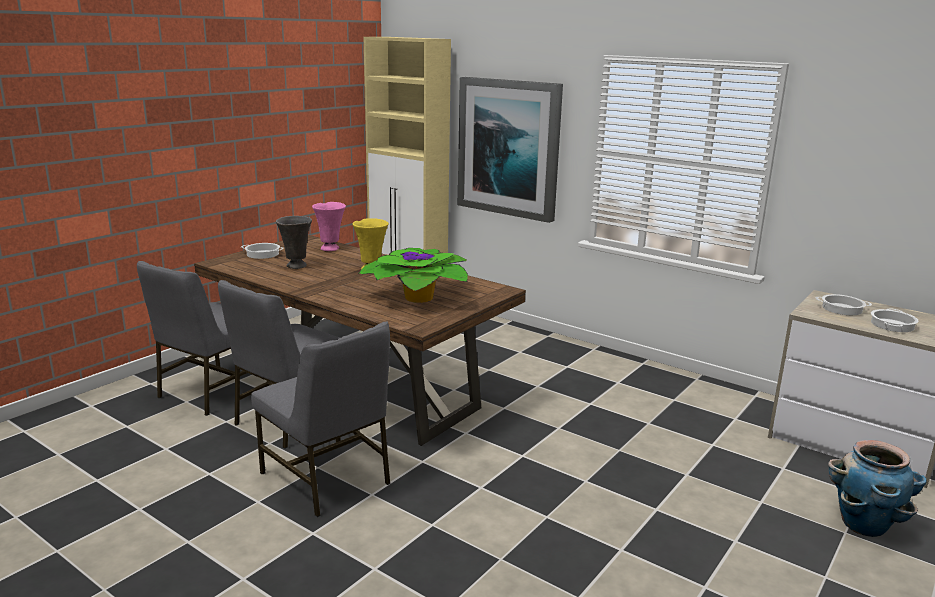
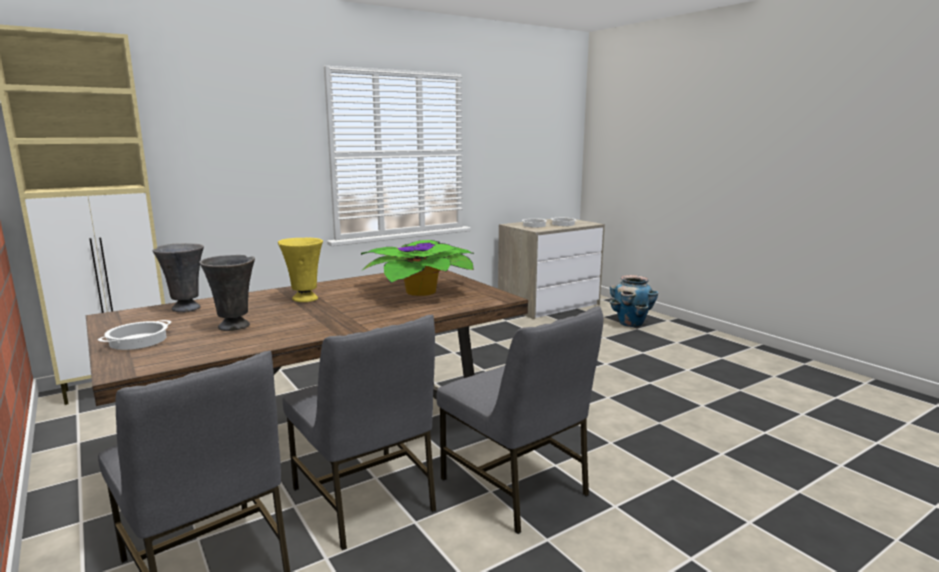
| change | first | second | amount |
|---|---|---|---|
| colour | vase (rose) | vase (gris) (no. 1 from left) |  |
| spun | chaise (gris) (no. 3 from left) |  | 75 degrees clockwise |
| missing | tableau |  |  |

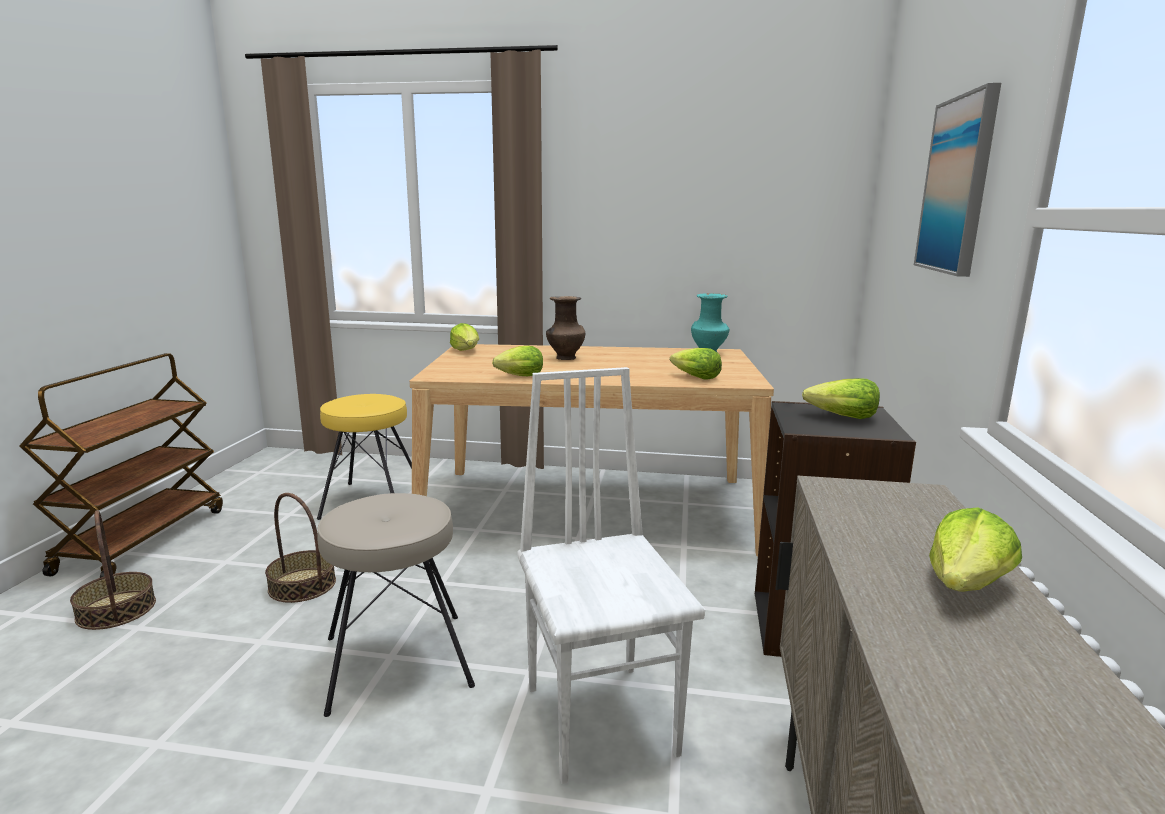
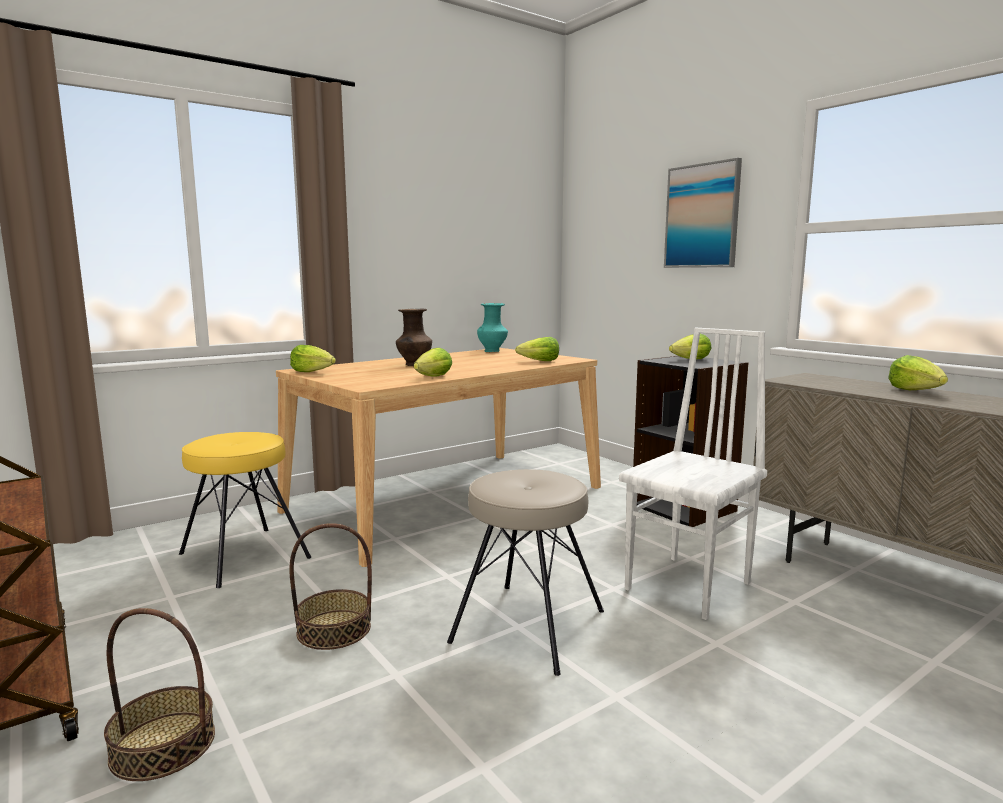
| change | first | second | amount |
|---|---|---|---|
| spun | chaise (blanc) |  | 105 degrees clockwise |

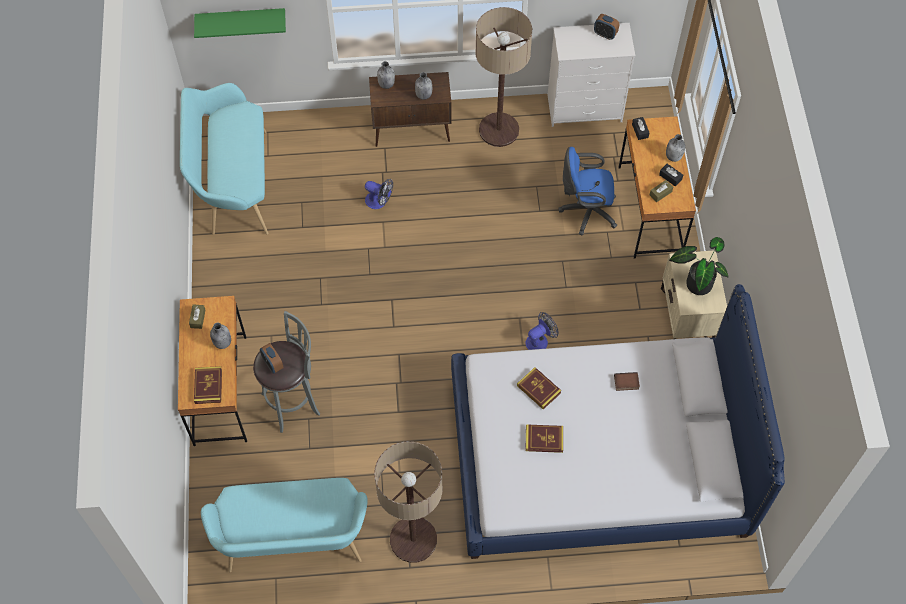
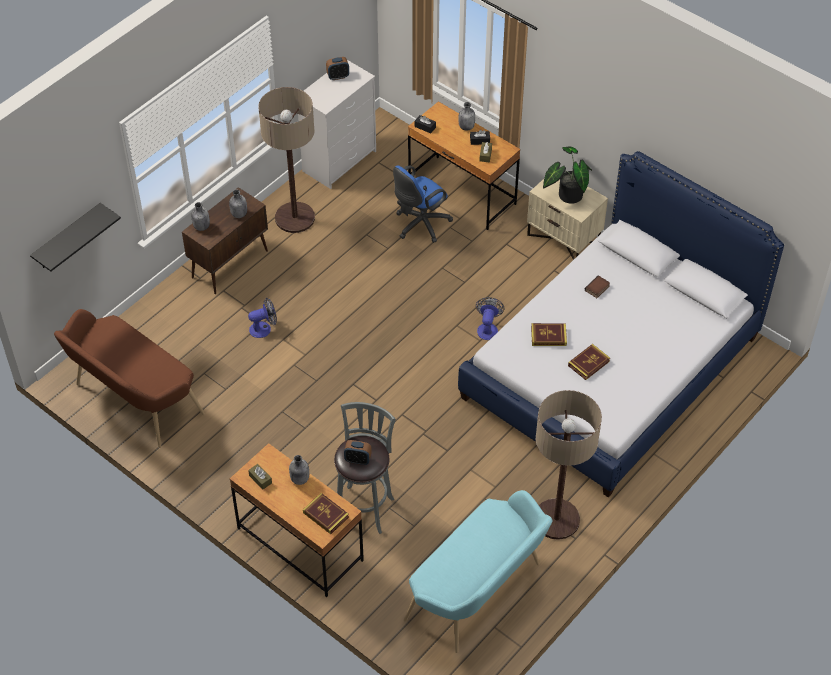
| change | first | second | amount |
|---|---|---|---|
| colour | étagère (vert) | étagère (noir) |  |
| colour | banc (turquoise) (no. 1 from left) | banc (marron) |  |

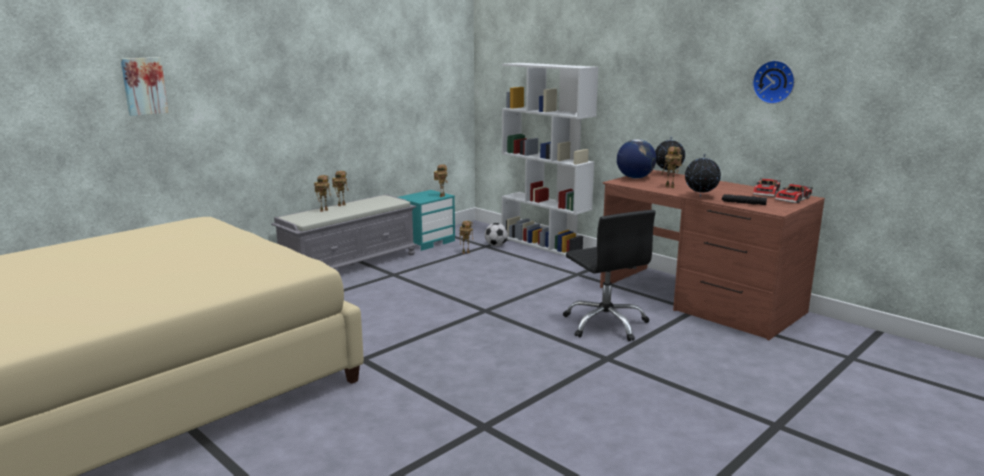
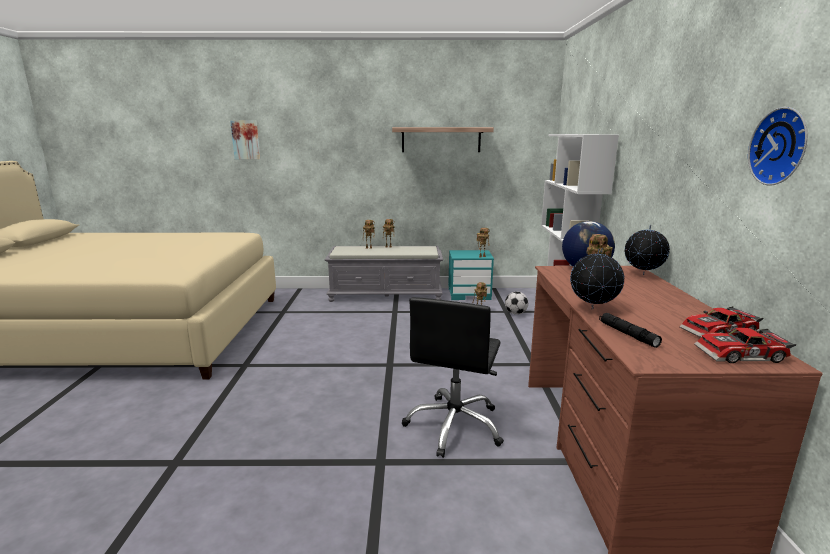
| change | first | second | amount |
|---|---|---|---|
| appeared |  | étagère |  |

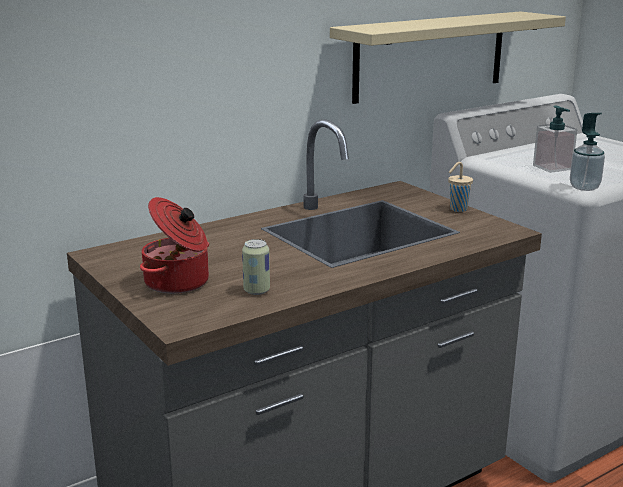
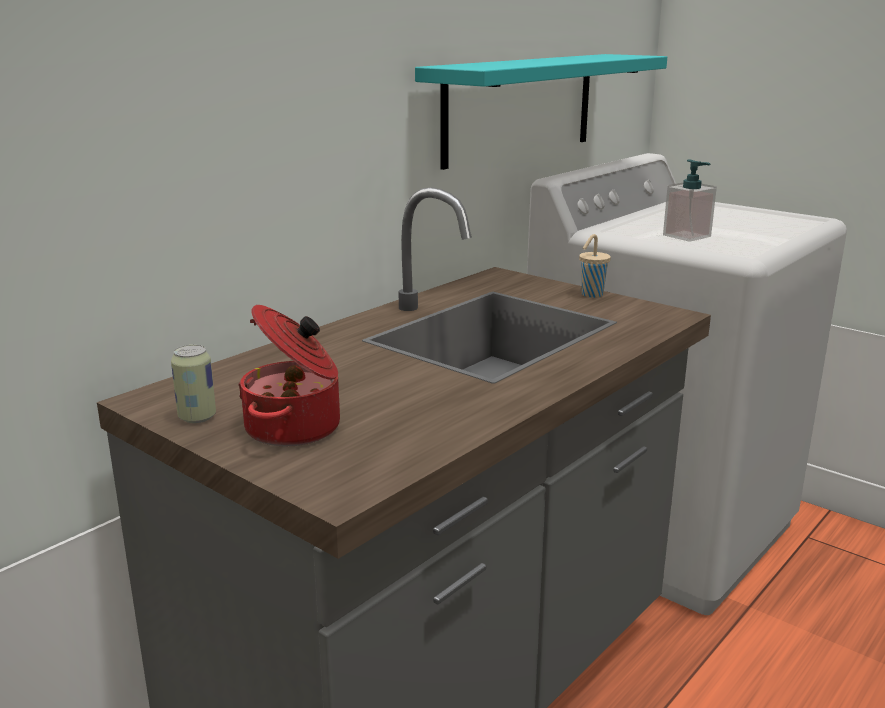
| change | first | second | amount |
|---|---|---|---|
| relocated | boîte métallique |  |  |
| colour | étagère (beige) | étagère (turquoise) |  |
| missing | distributeur de savon (no. 2 from left) |  |  |

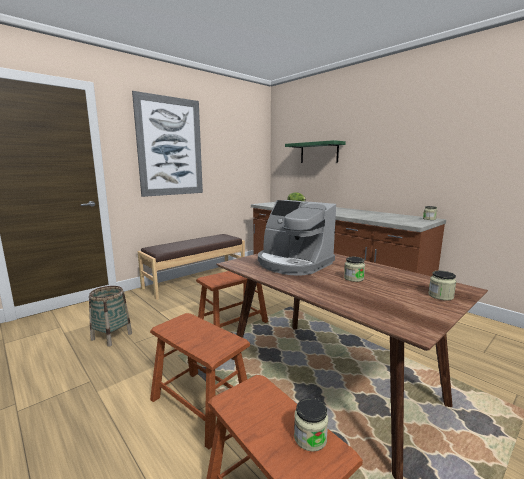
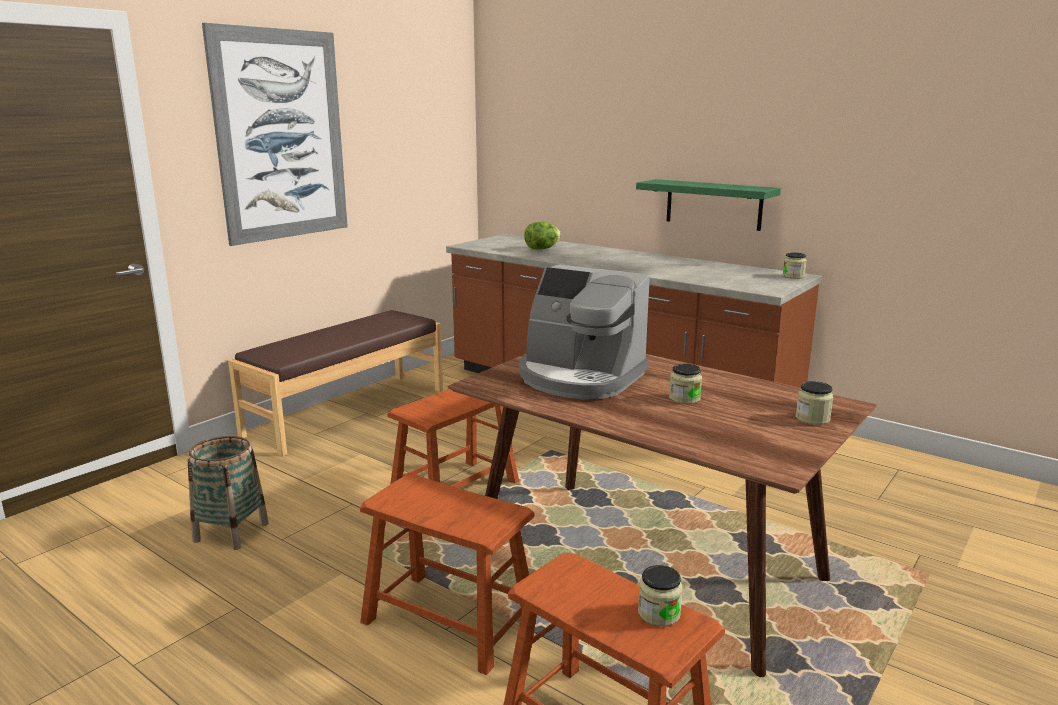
| change | first | second | amount |
|---|---|---|---|
| relocated | étagère (vert) |  |  |

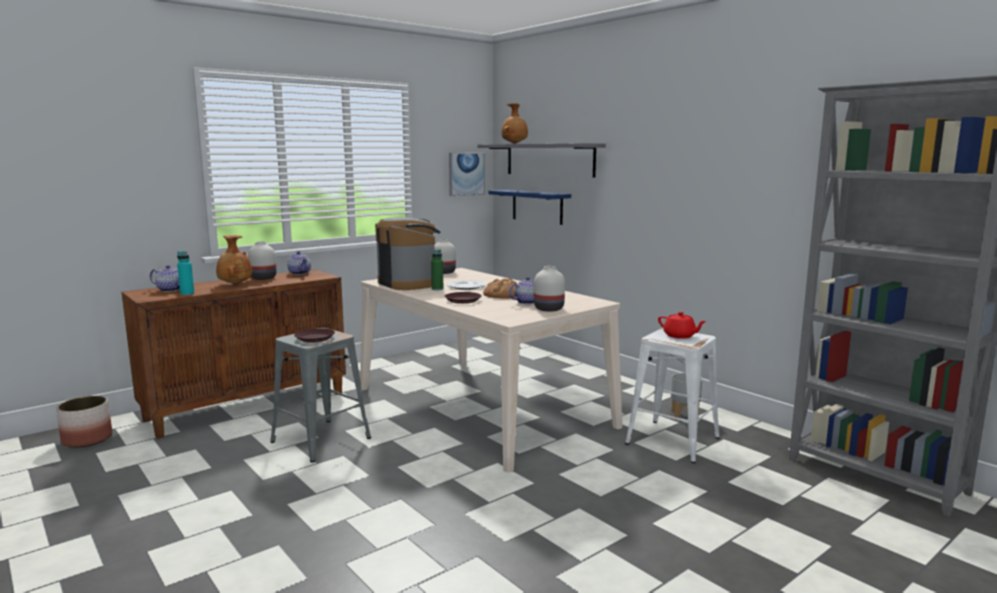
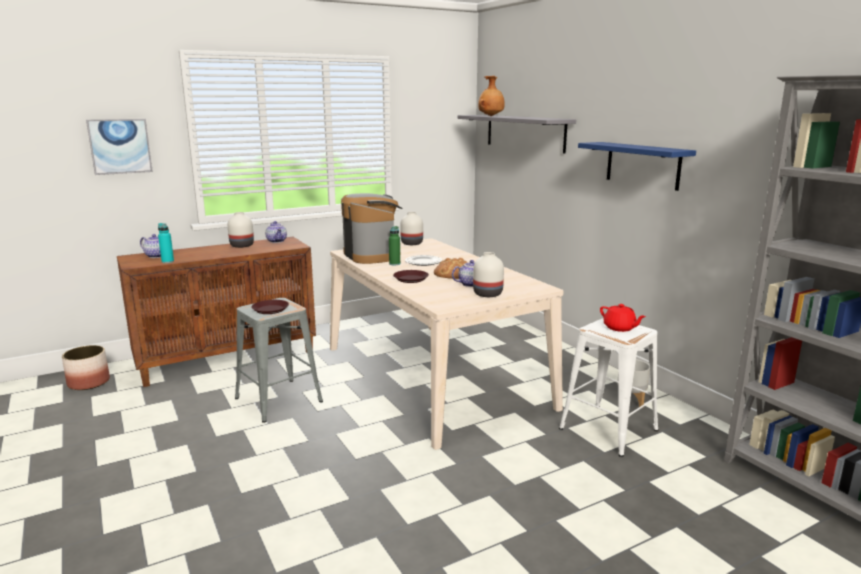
| change | first | second | amount |
|---|---|---|---|
| relocated | tableau |  |  |
| relocated | étagère (bleu) |  |  |
| missing | vase (marron) (no. 1 from left) |  |  |

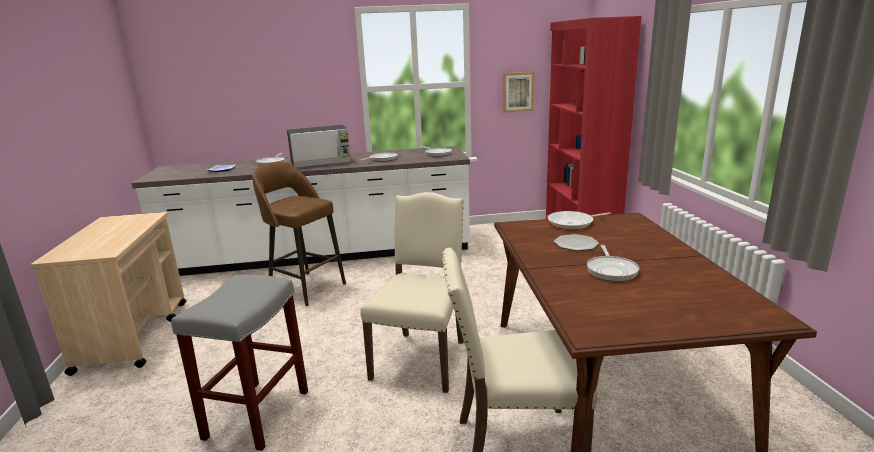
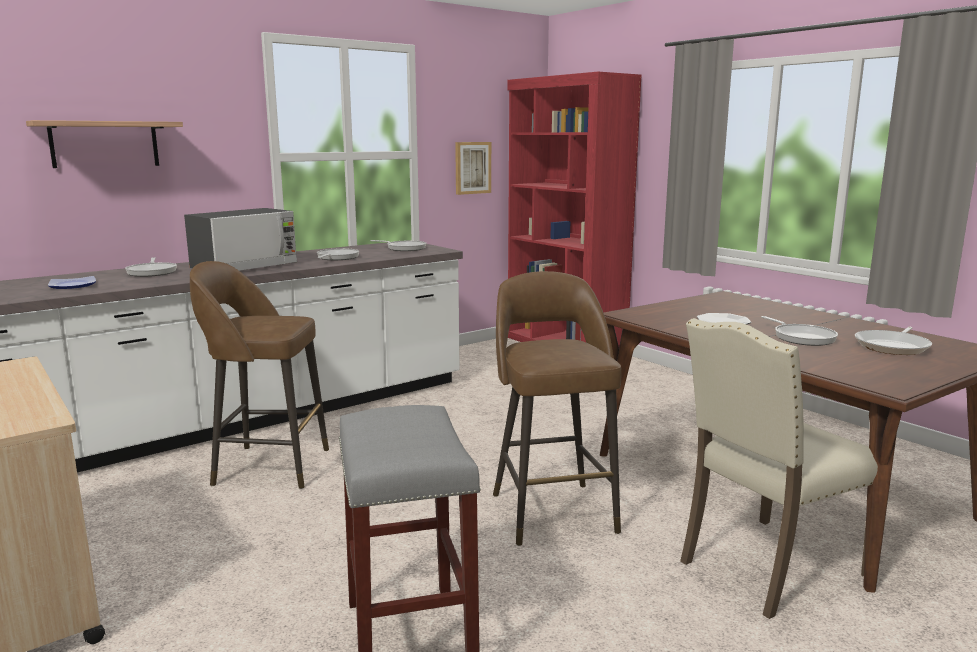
| change | first | second | amount |
|---|---|---|---|
| appeared |  | étagère |  |
| exchanged | chaise (beige) (no. 1 from left) | tabouret (marron) (no. 2 from left) |  |
| relocated | poêle (no. 4 from left in the first image) | poêle (no. 5 from left) |  |

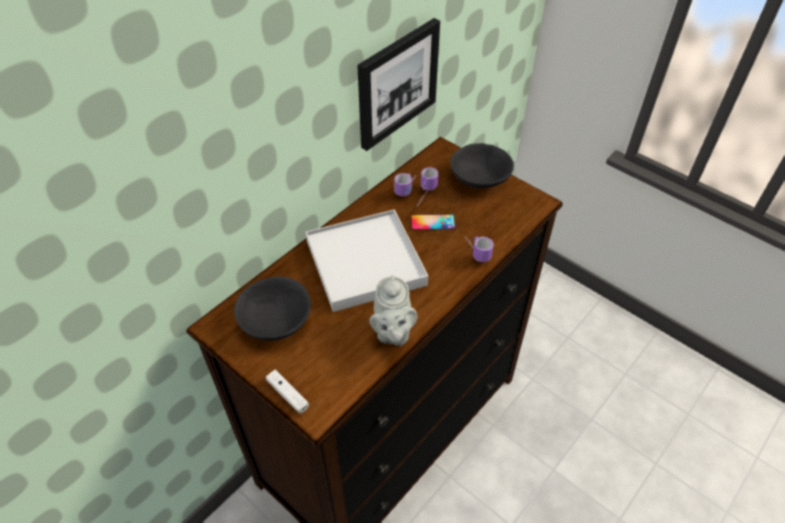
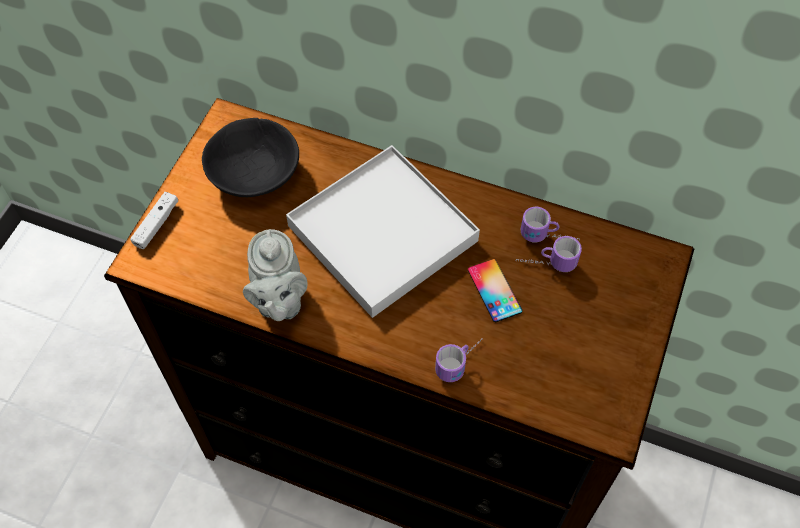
| change | first | second | amount |
|---|---|---|---|
| spun | théière (gris) |  | 75 degrees counterclockwise |
| missing | tableau |  |  |
| missing | bol (noir) (no. 2 from left) |  |  |

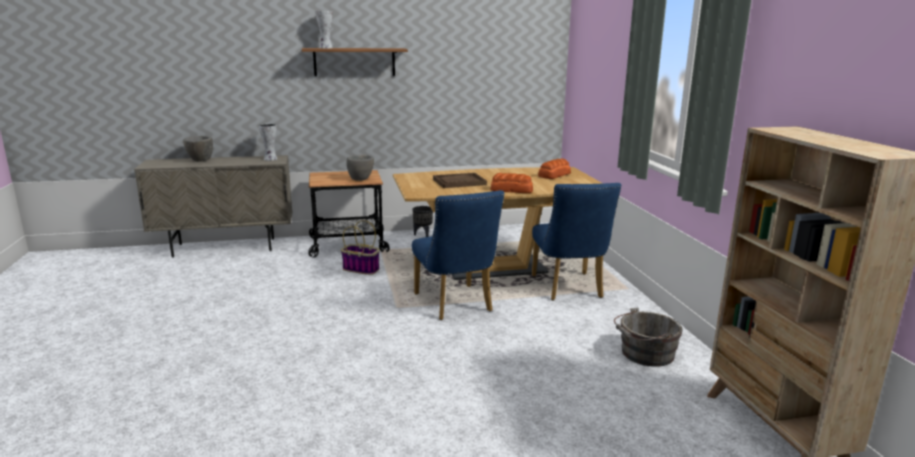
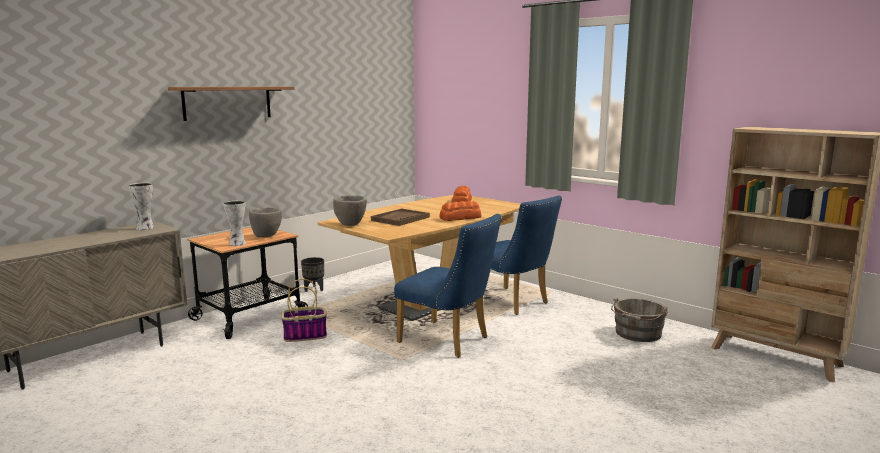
| change | first | second | amount |
|---|---|---|---|
| relocated | vase (no. 2 from left) |  |  |
| relocated | bol (gris) (no. 1 from left in the first image) | bol (gris) (no. 2 from left) |  |

